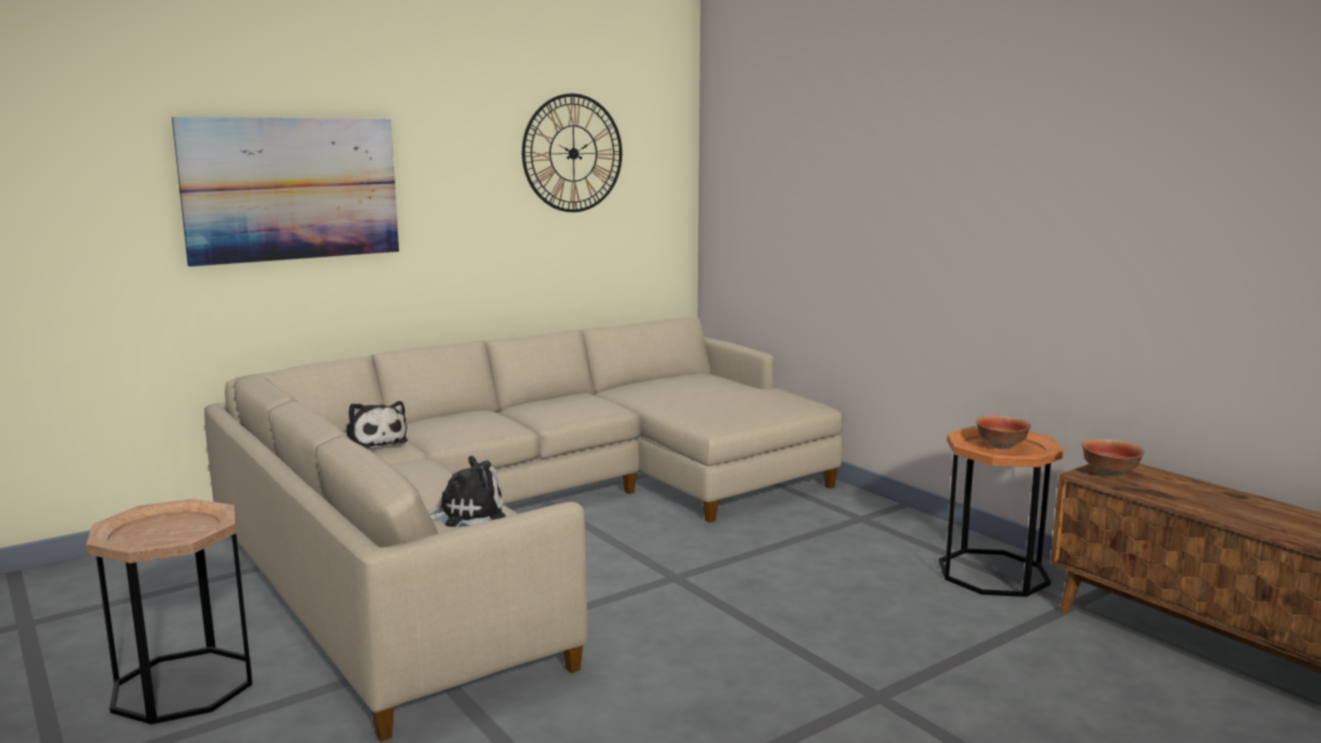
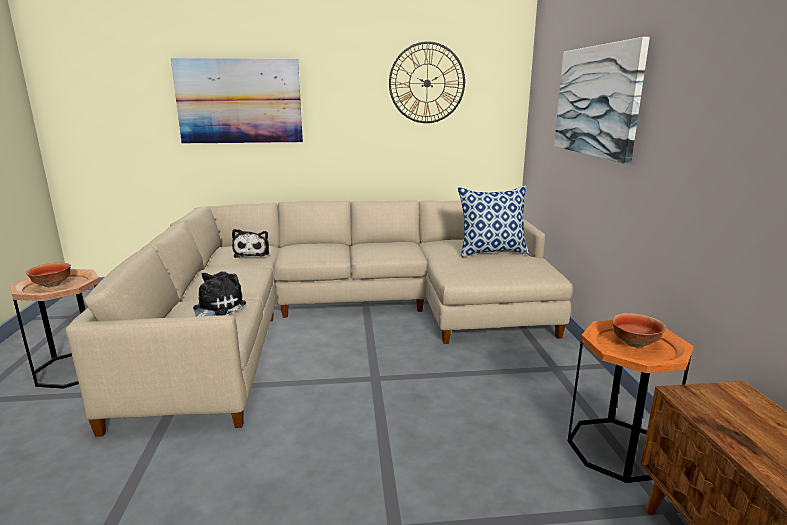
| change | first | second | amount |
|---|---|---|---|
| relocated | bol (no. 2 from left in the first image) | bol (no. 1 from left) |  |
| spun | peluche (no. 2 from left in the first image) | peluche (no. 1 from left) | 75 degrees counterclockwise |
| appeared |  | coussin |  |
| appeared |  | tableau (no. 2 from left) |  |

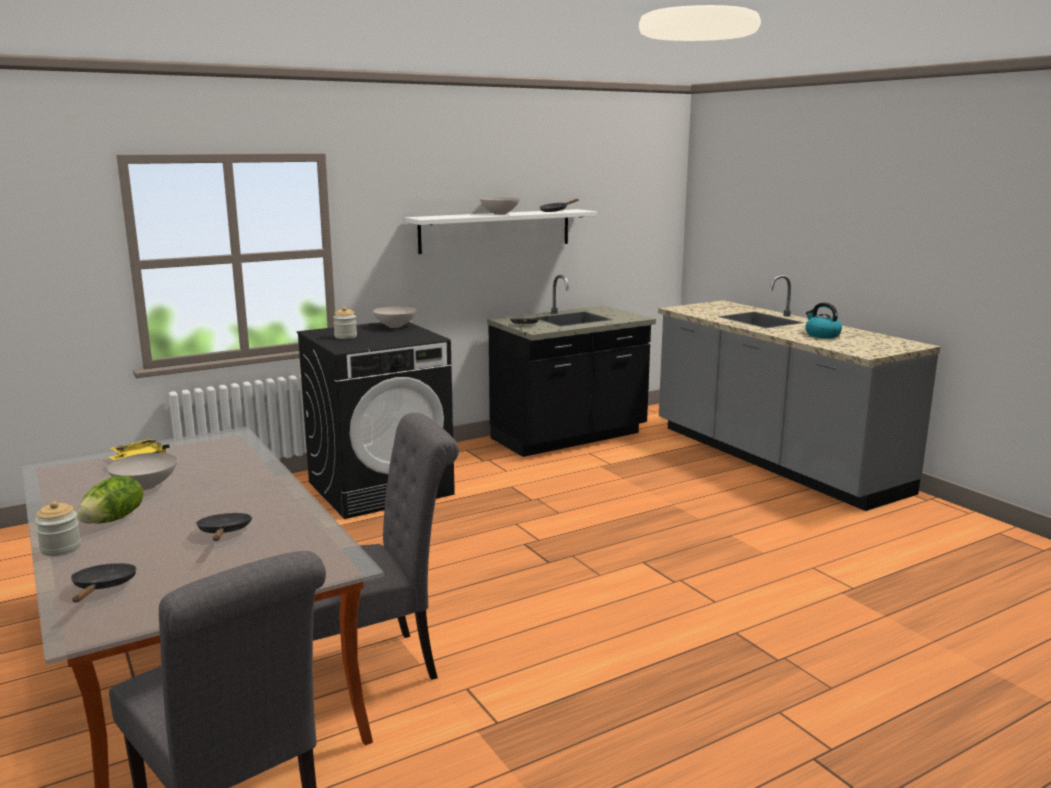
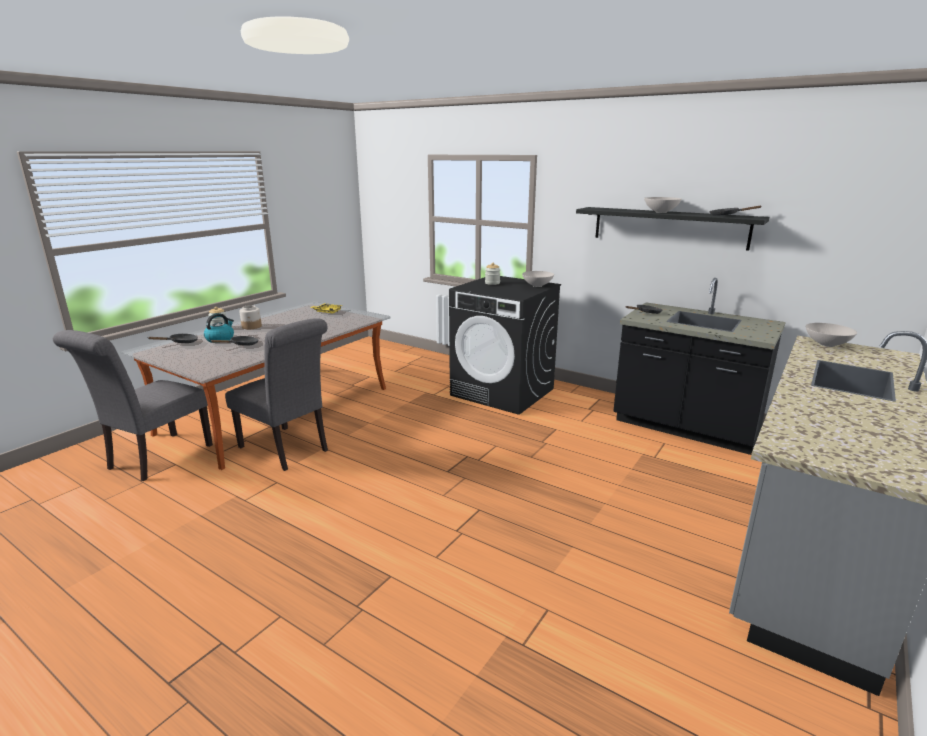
| change | first | second | amount |
|---|---|---|---|
| relocated | bouilloire |  |  |
| exchanged | laitue | bocal (no. 2 from left) |  |
| colour | étagère (blanc) | étagère (noir) |  |
| relocated | bol (blanc) (no. 1 from left in the first image) | bol (blanc) (no. 3 from left) |  |

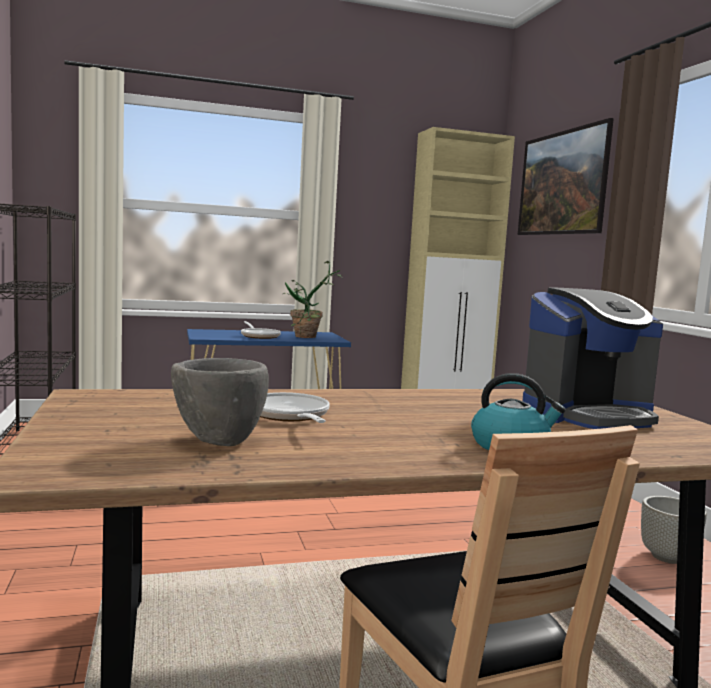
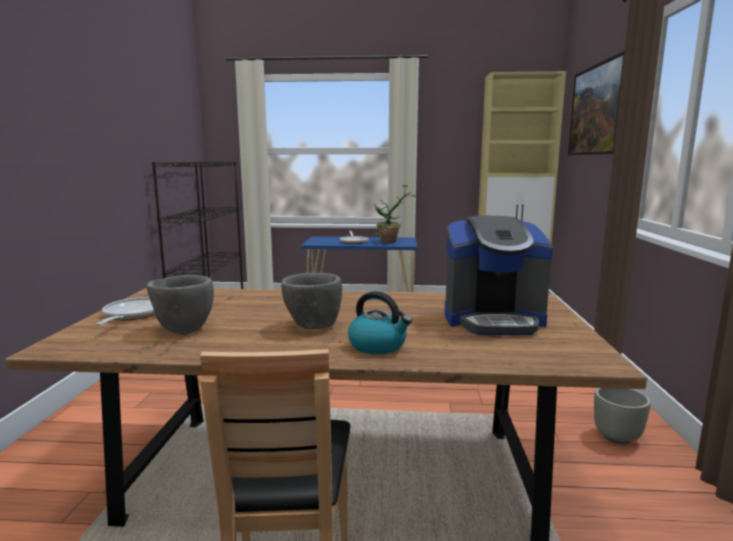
| change | first | second | amount |
|---|---|---|---|
| relocated | poêle (no. 2 from left in the first image) | poêle (no. 1 from left) |  |
| appeared |  | bol (gris) (no. 2 from left) |  |

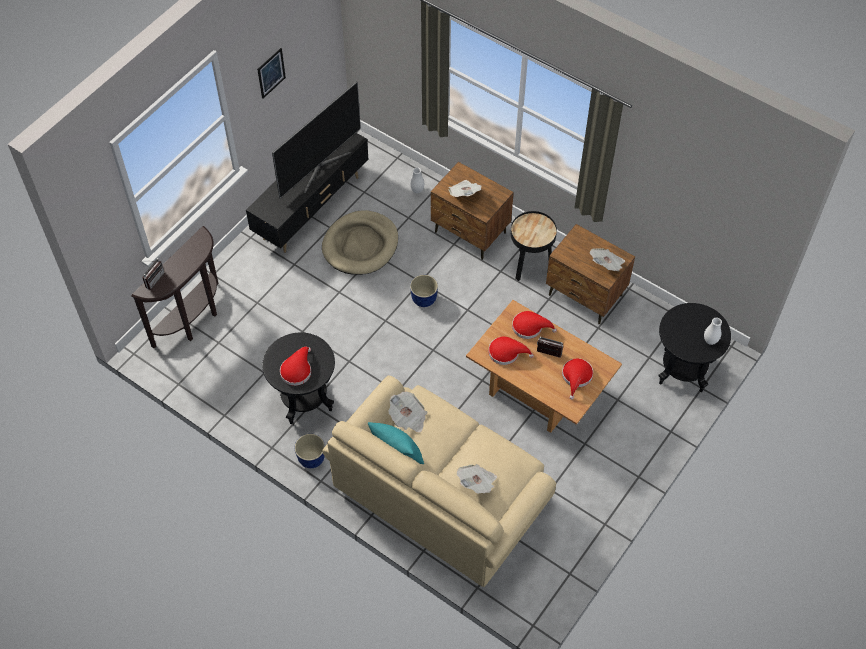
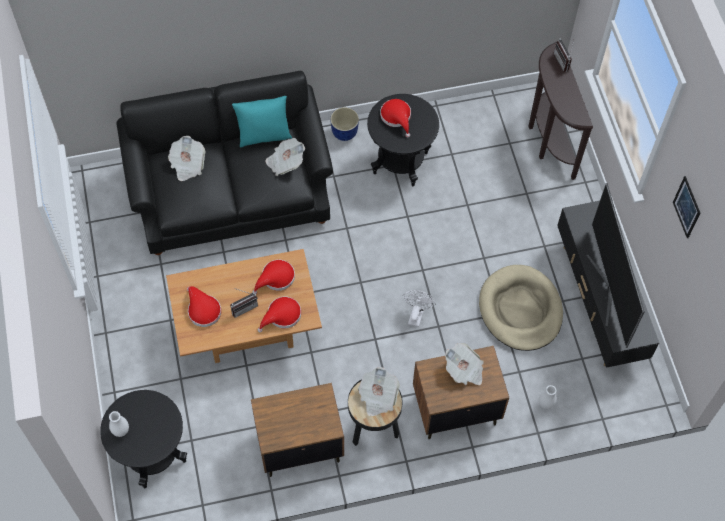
| change | first | second | amount |
|---|---|---|---|
| colour | canapé (beige) | canapé (noir) |  |
| relocated | journal (no. 4 from left in the first image) | journal (no. 3 from left) |  |
| exchanged | cache-pot (no. 2 from left) | ventilateur (blanc) |  |

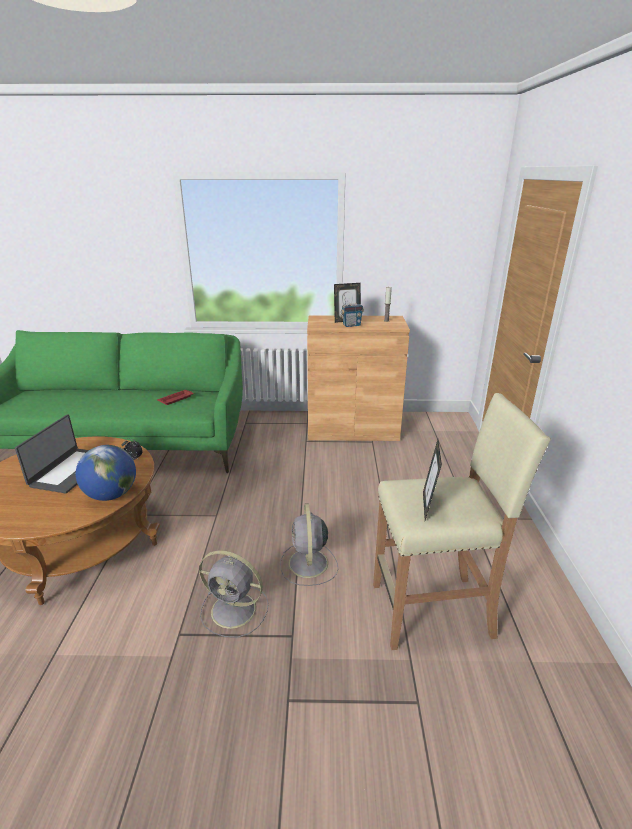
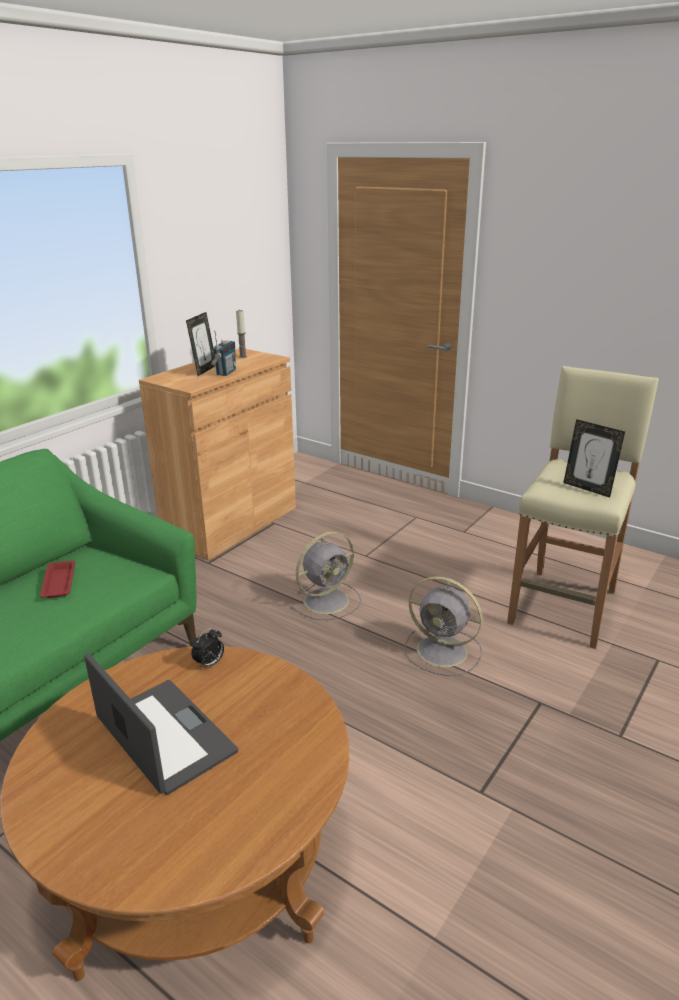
| change | first | second | amount |
|---|---|---|---|
| relocated | ventilateur (gris) (no. 1 from left) |  |  |
| missing | globe |  |  |

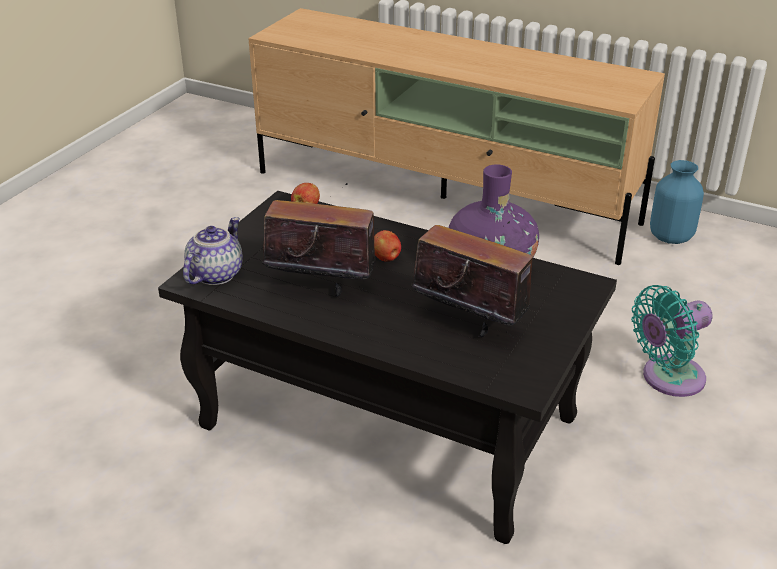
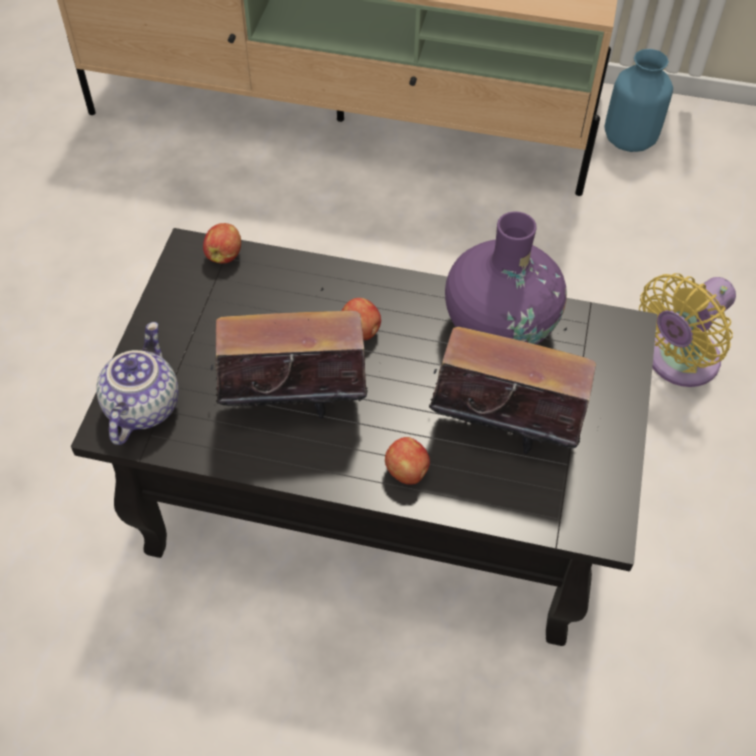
| change | first | second | amount |
|---|---|---|---|
| appeared |  | pomme (no. 3 from left) |  |
| colour | ventilateur (turquoise) | ventilateur (jaune) |  |

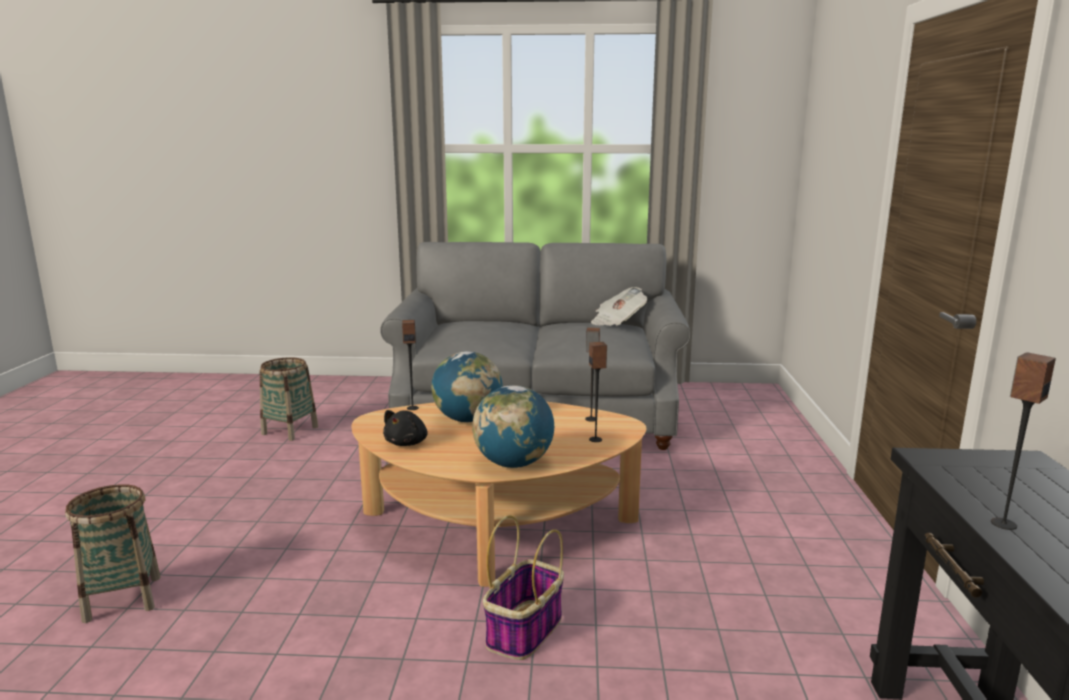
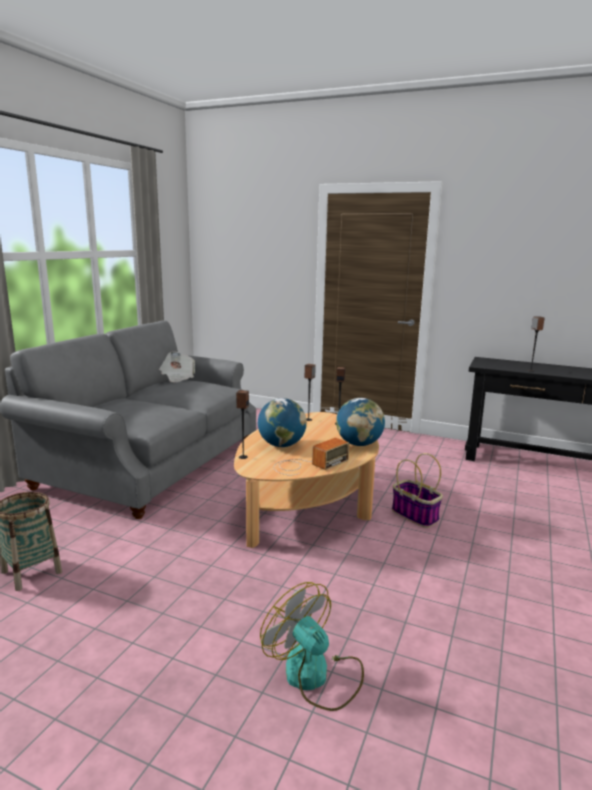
| change | first | second | amount |
|---|---|---|---|
| exchanged | panier (no. 1 from left) | ventilateur |  |
| exchanged | peluche (noir) | radio |  |

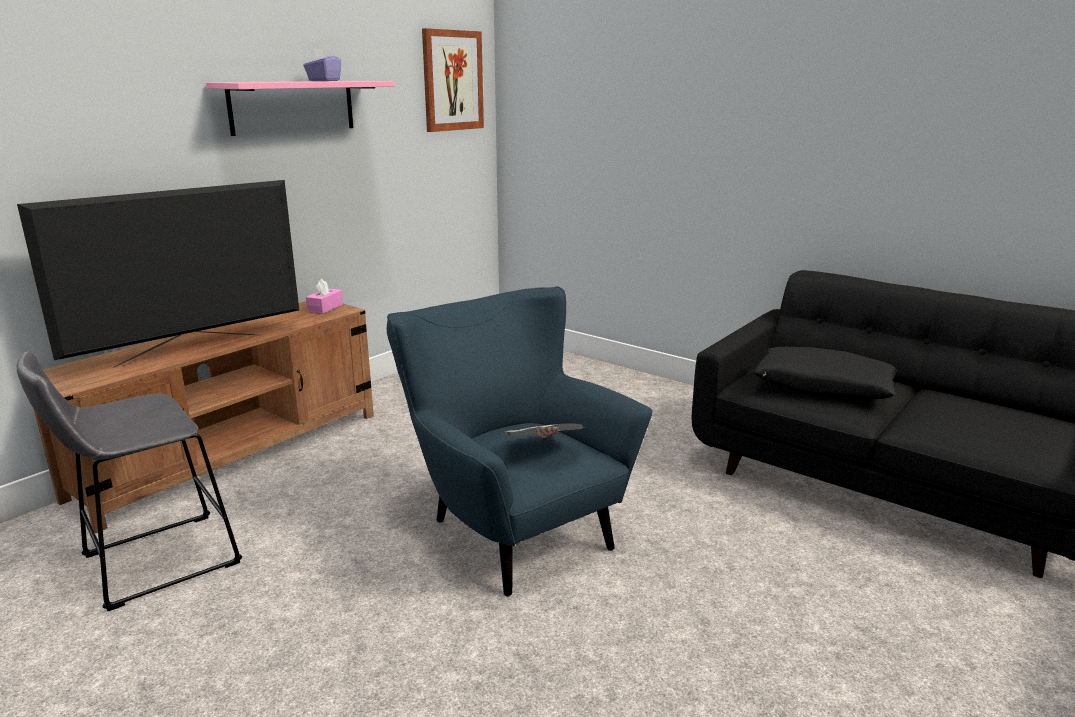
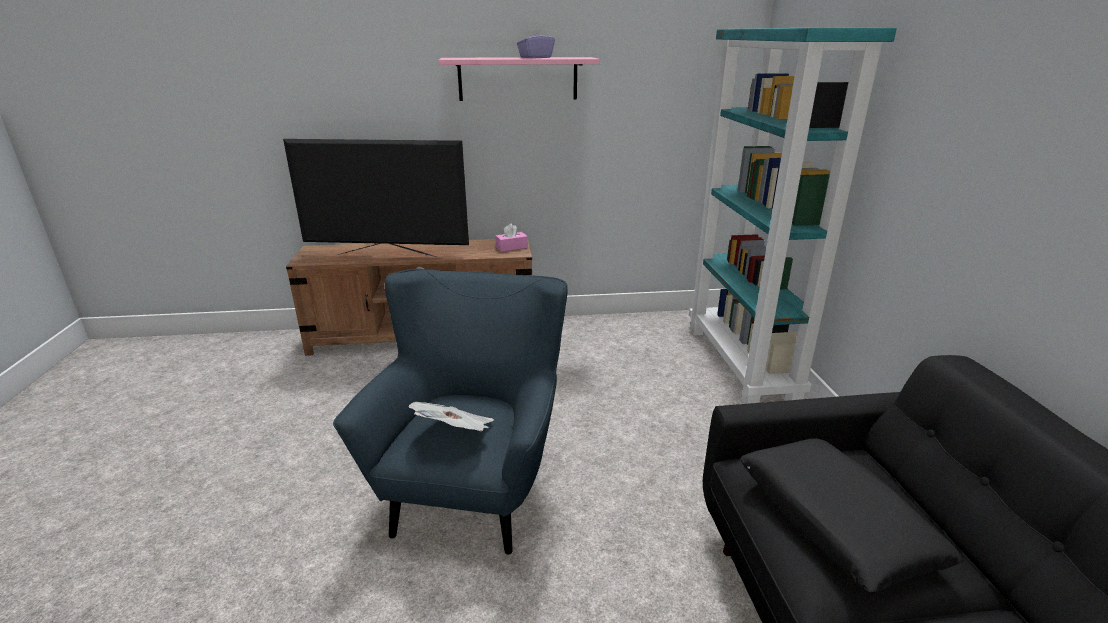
| change | first | second | amount |
|---|---|---|---|
| appeared |  | bibliothèque (turquoise) |  |
| missing | tabouret (gris) |  |  |
| missing | tableau |  |  |

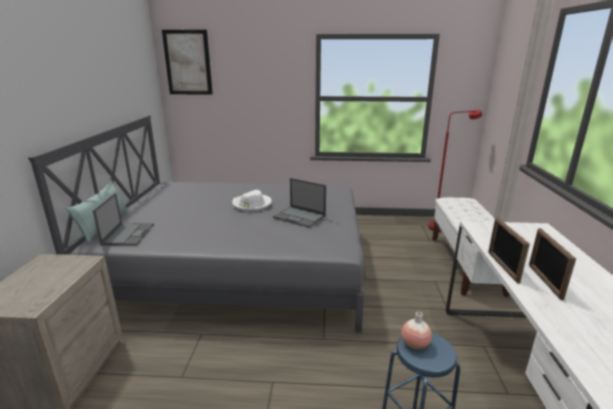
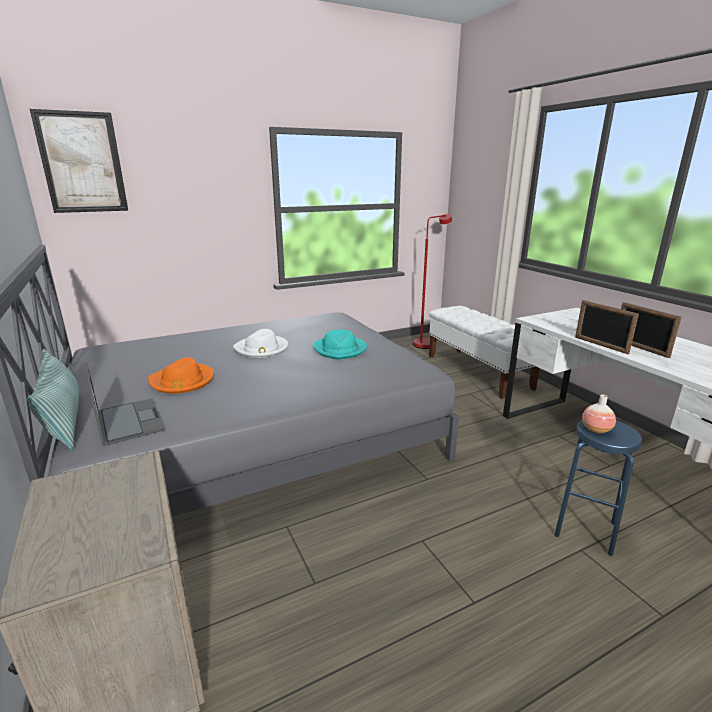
| change | first | second | amount |
|---|---|---|---|
| appeared |  | chapeau (orange) |  |
| exchanged | ordinateur portable (no. 2 from left) | chapeau (turquoise) |  |

